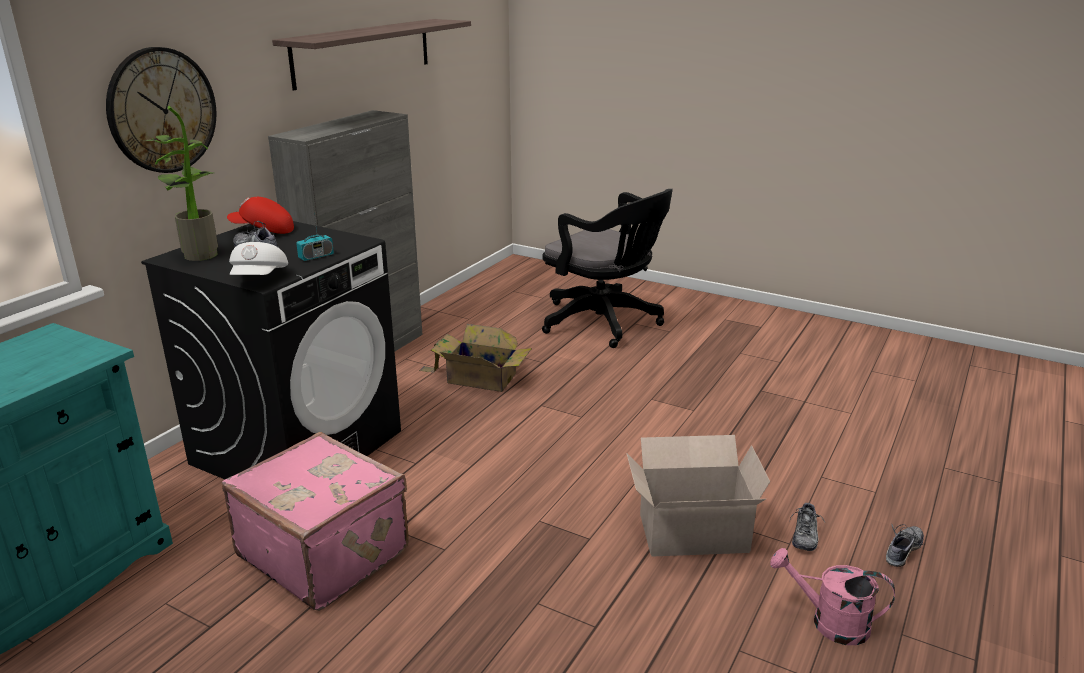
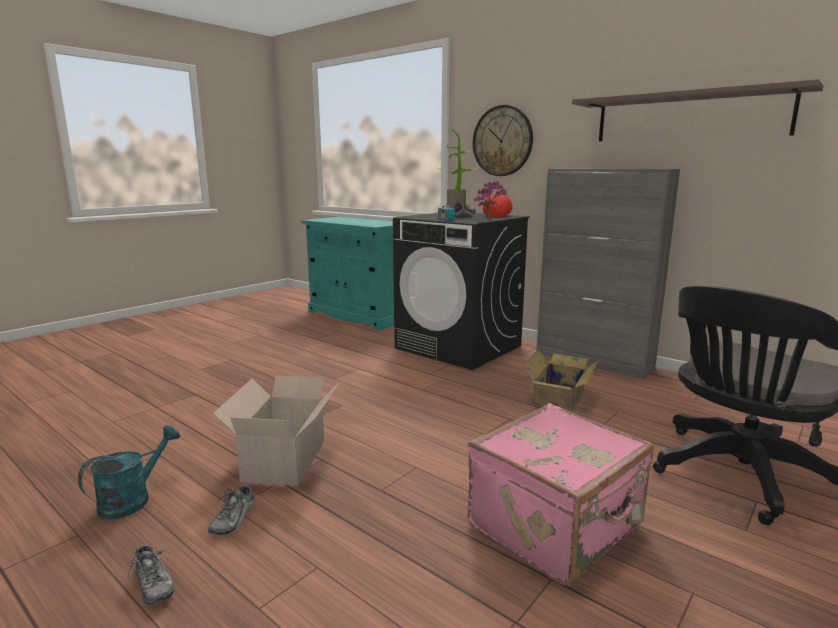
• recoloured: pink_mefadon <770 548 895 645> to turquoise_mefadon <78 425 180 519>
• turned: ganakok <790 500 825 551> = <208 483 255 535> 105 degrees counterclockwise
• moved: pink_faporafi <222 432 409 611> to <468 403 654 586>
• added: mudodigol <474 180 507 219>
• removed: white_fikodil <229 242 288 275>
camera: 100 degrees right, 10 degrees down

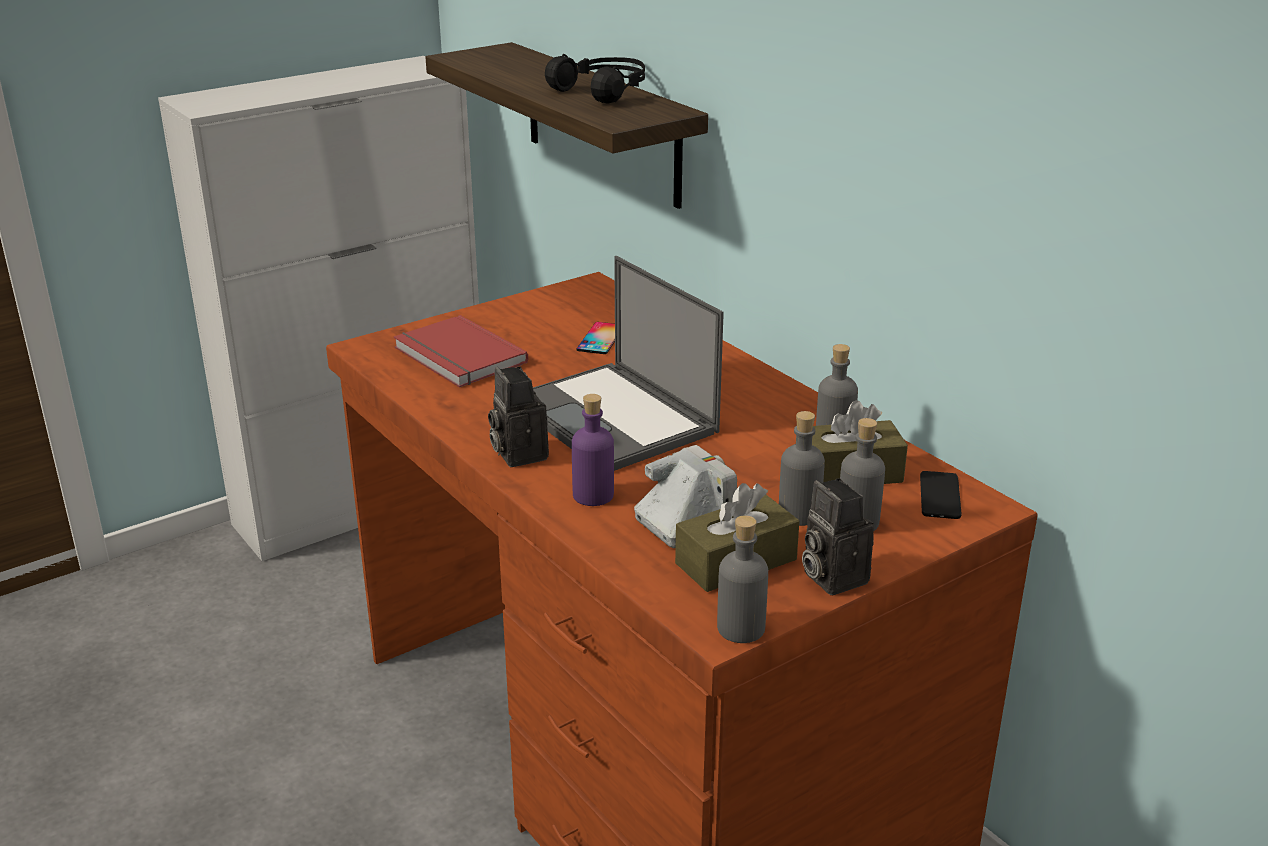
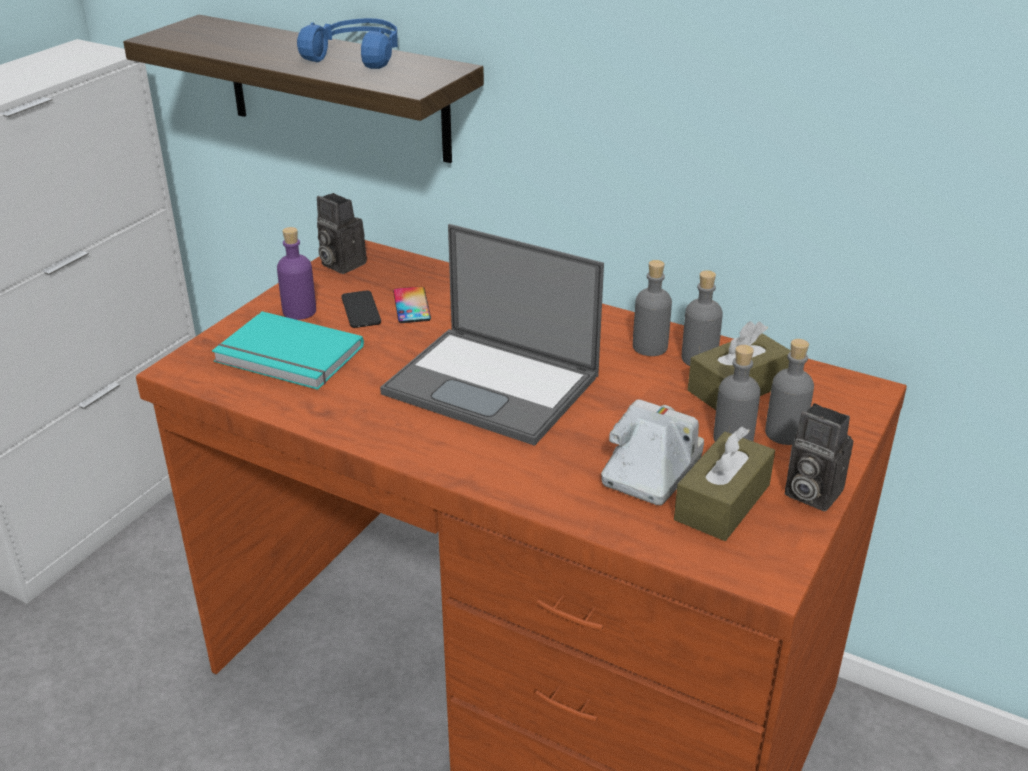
• recoloured: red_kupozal <394 315 528 387> to turquoise_kupozal <212 311 364 390>
• moved: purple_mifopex <572 394 614 506> to <277 227 316 320>
• recoloured: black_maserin <545 54 645 103> to blue_maserin <297 18 398 69>
• moved: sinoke <488 367 549 467> to <317 193 367 274>
• moved: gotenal <920 471 962 519> to <341 290 381 328>
• moved: grey_mifopex <717 515 768 643> to <633 260 672 356>
camera: 25 degrees left, 5 degrees up

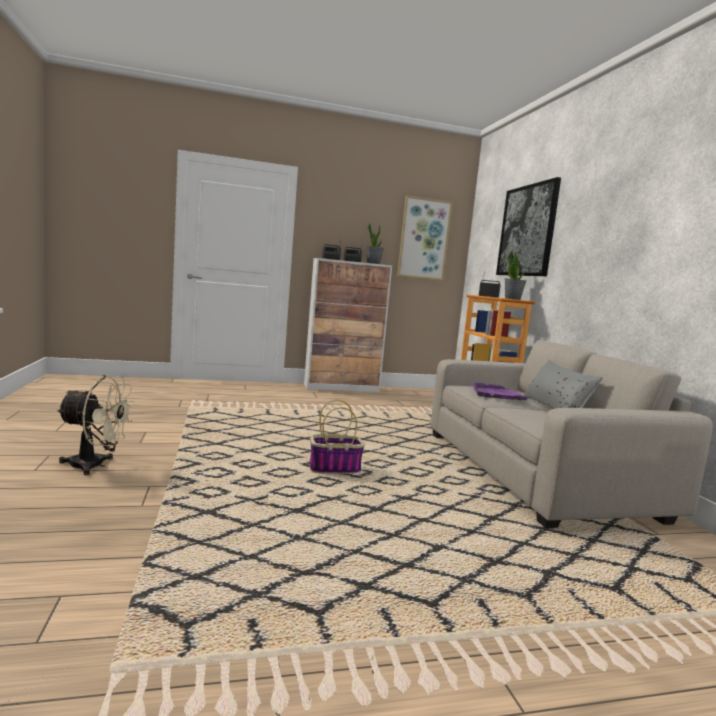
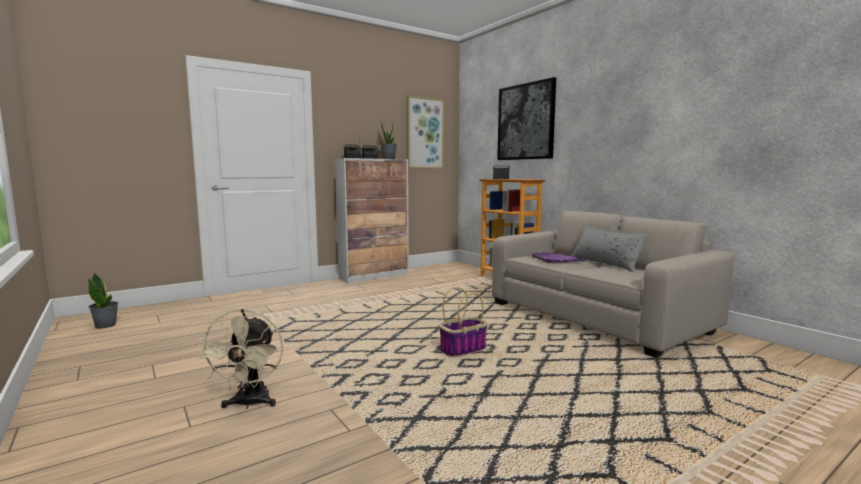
• moved: mudodigol <505 251 526 300> to <88 273 118 329>
• turned: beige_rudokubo <56 375 135 475> = <197 309 283 409> 105 degrees clockwise
camera: 20 degrees left, 0 degrees up

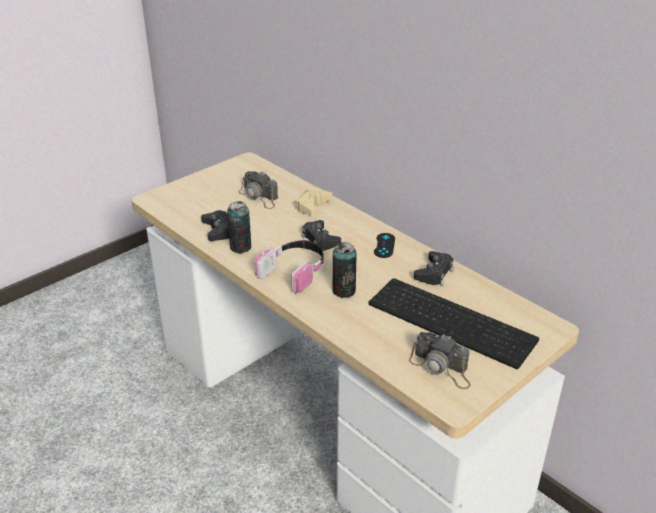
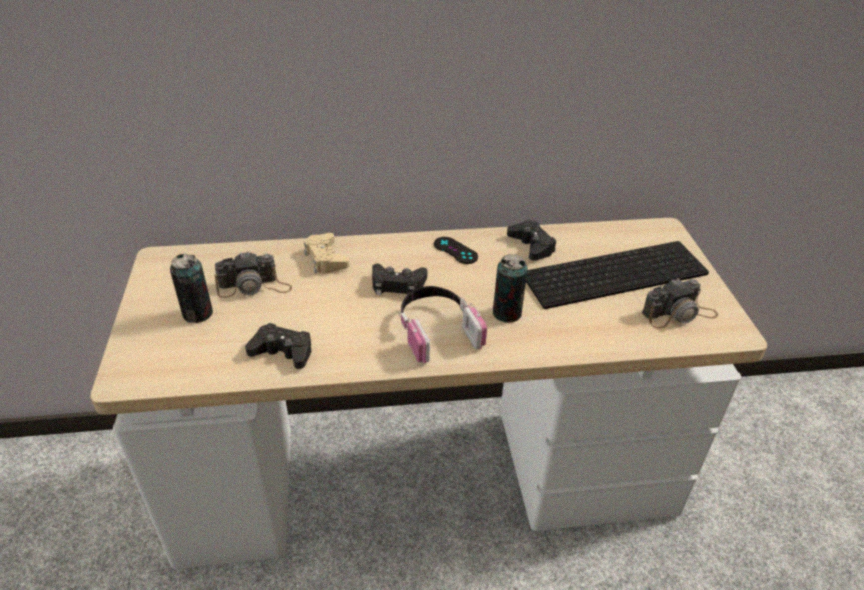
• moved: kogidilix <227 201 251 253> to <170 253 213 323>
camera: 55 degrees left, 5 degrees up

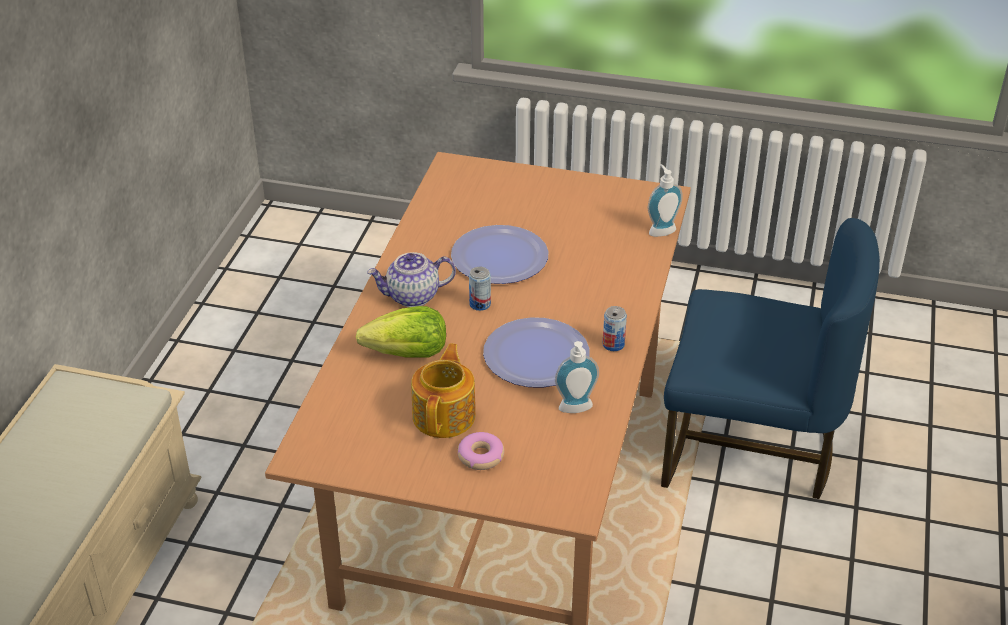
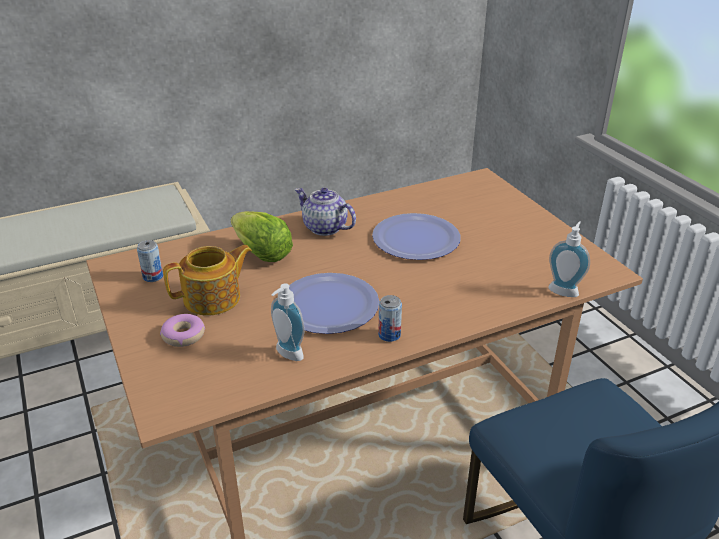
• moved: kogidilix <469 267 491 311> to <137 240 163 282>
camera: 50 degrees right, 5 degrees down

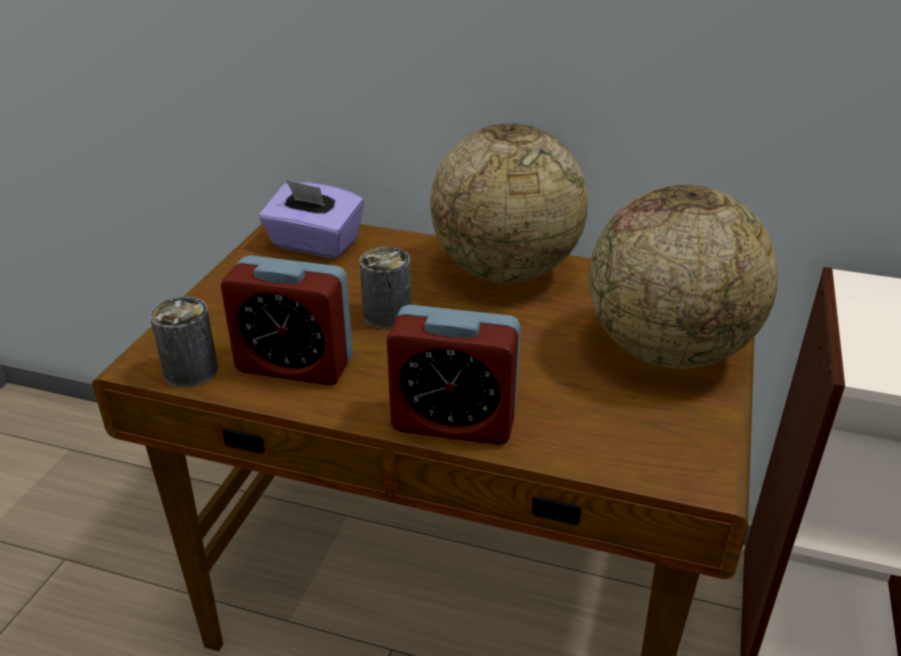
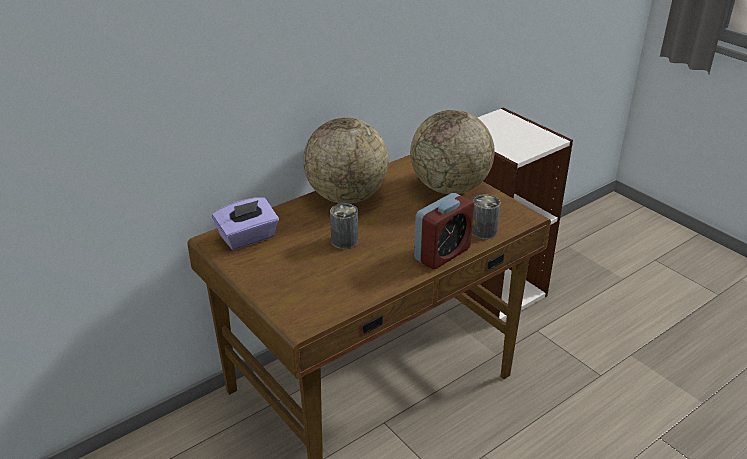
• moved: kogidilix <150 297 218 388> to <472 195 501 239>
• removed: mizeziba <221 255 353 385>
camera: 55 degrees left, 0 degrees up

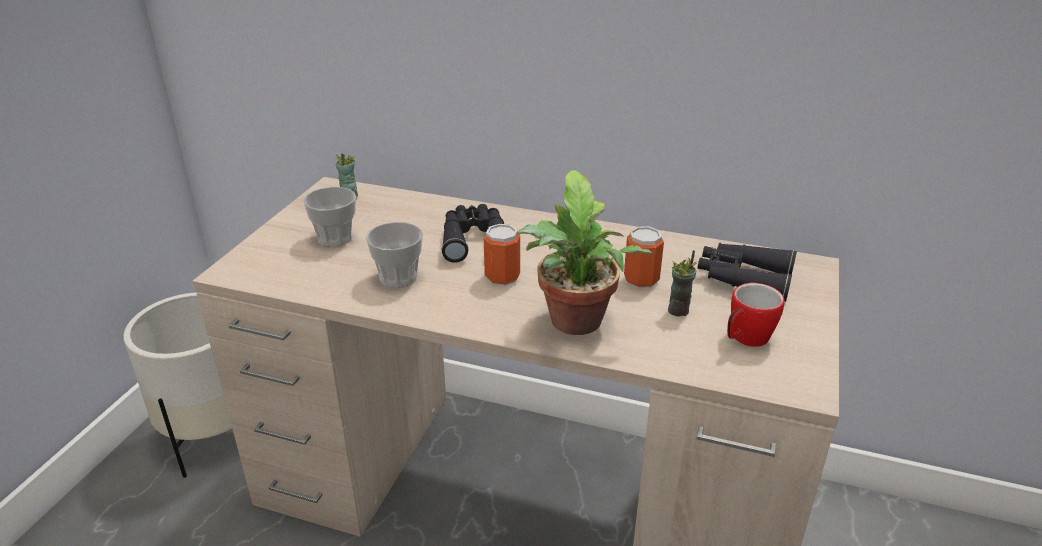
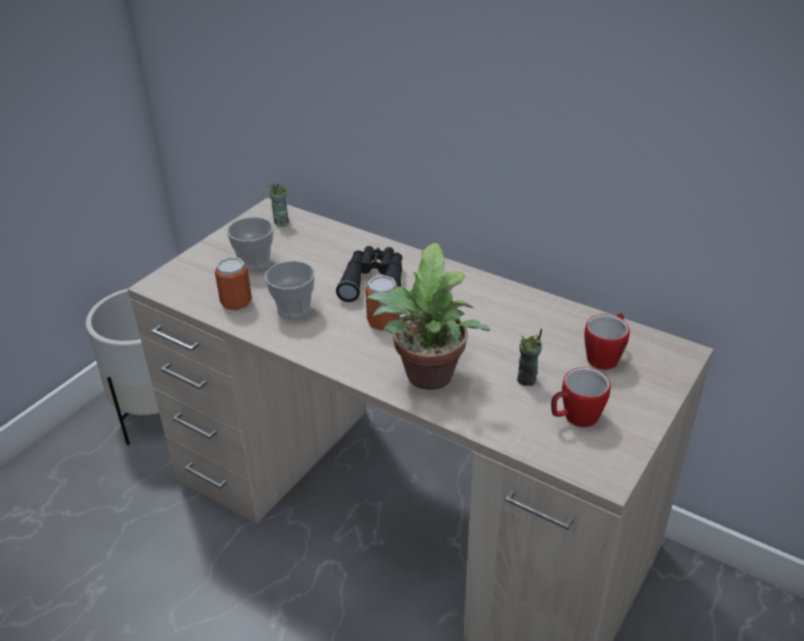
• moved: kogidilix <624 226 664 288> to <215 257 252 311>
• replaced: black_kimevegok <698 243 797 302> to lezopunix <584 313 630 370>
camera: 15 degrees right, 5 degrees up

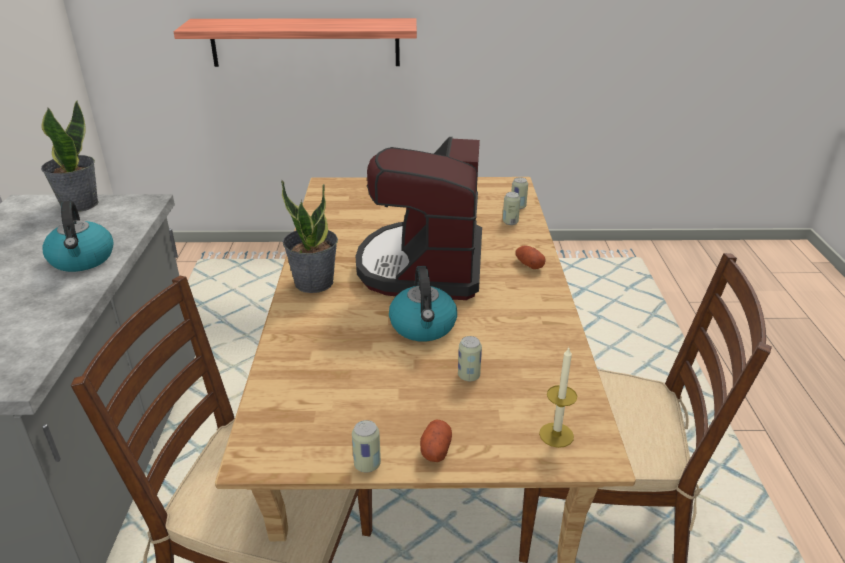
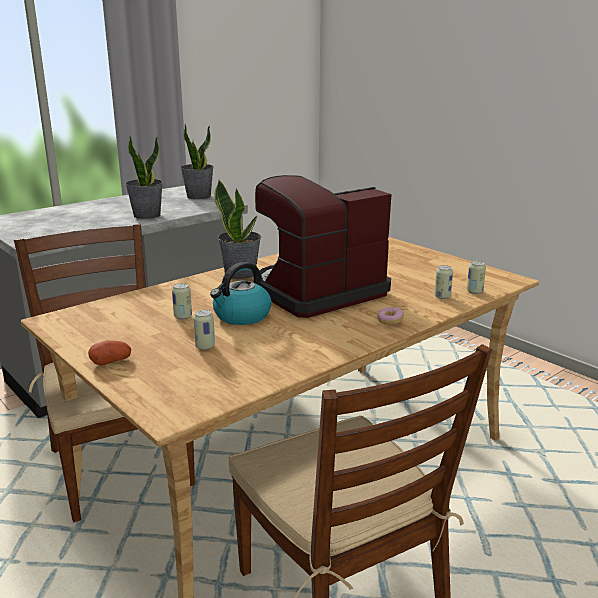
• replaced: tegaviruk <42 201 114 272> to mudodigol <125 136 163 219>
• moved: kogidilix <352 420 381 472> to <172 283 192 320>
• replaced: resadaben <516 245 545 269> to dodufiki <377 307 404 325>
• removed: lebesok <174 18 417 67>
• removed: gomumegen <539 348 577 448>
camera: 50 degrees right, 10 degrees down

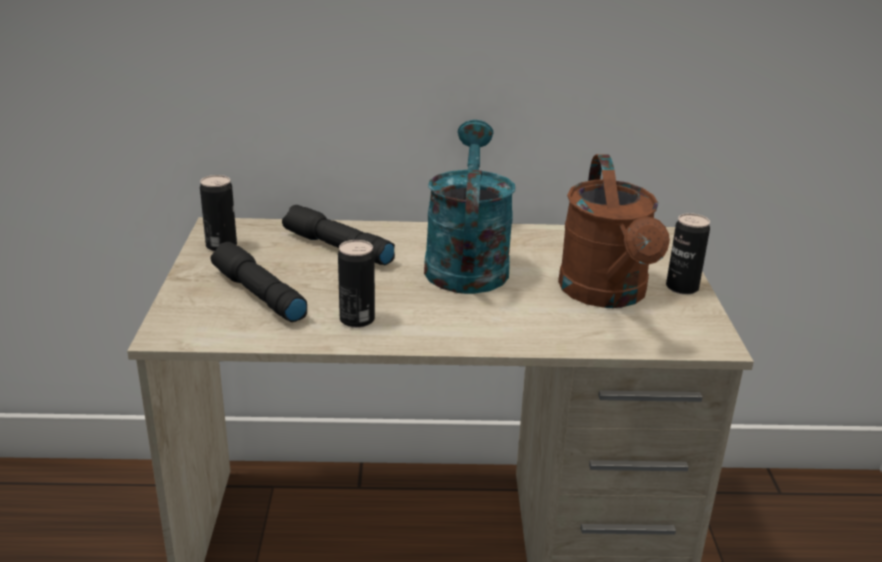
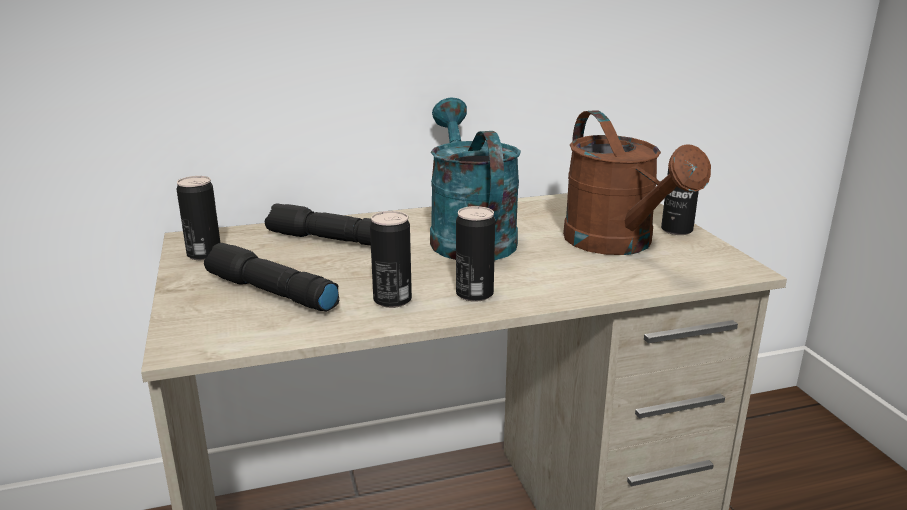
• added: kogidilix <456 206 495 302>
camera: 15 degrees left, 5 degrees down

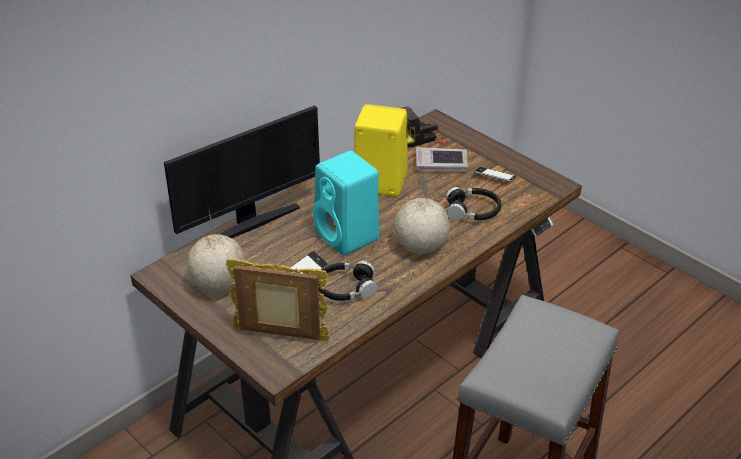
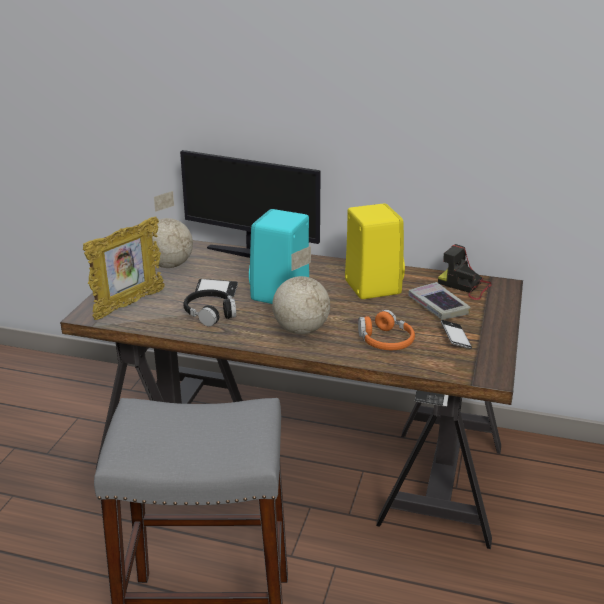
• turned: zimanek <226 259 330 341> = <83 216 165 320> 60 degrees clockwise
• recoloured: black_maserin <446 187 501 221> to orange_maserin <358 310 415 350>
camera: 60 degrees right, 10 degrees down

